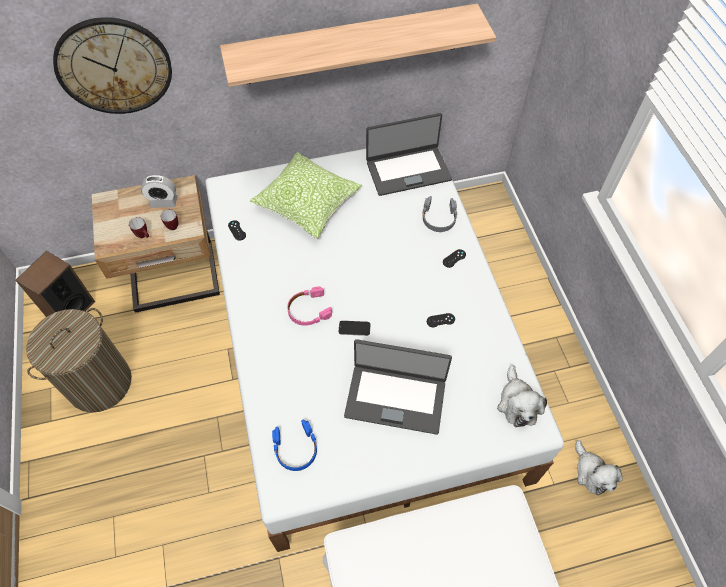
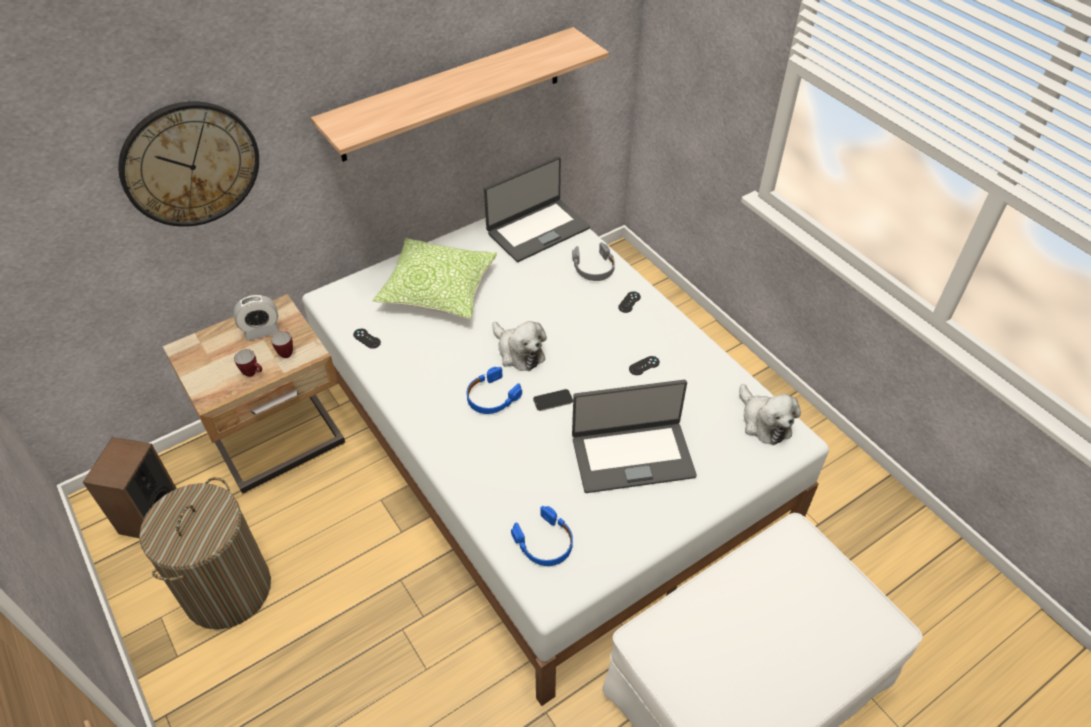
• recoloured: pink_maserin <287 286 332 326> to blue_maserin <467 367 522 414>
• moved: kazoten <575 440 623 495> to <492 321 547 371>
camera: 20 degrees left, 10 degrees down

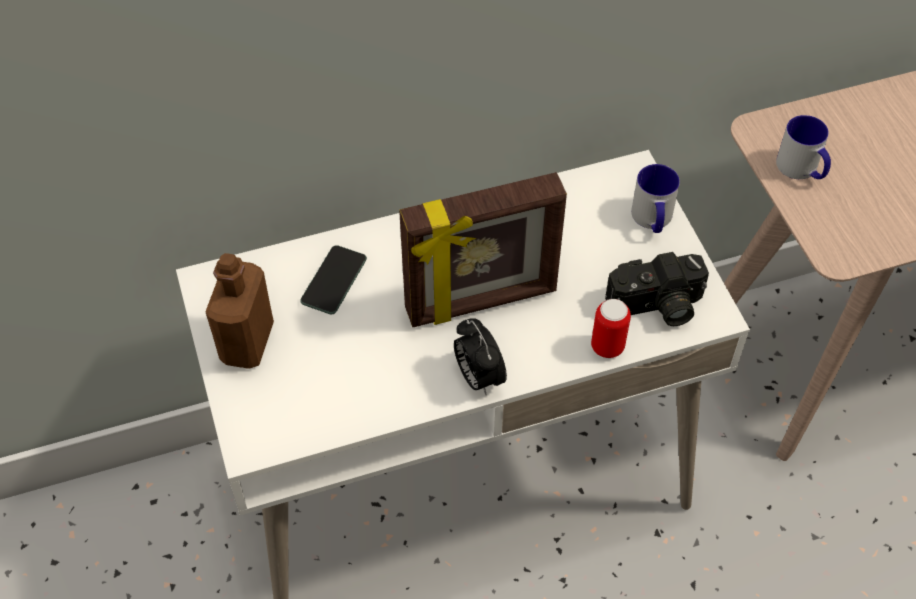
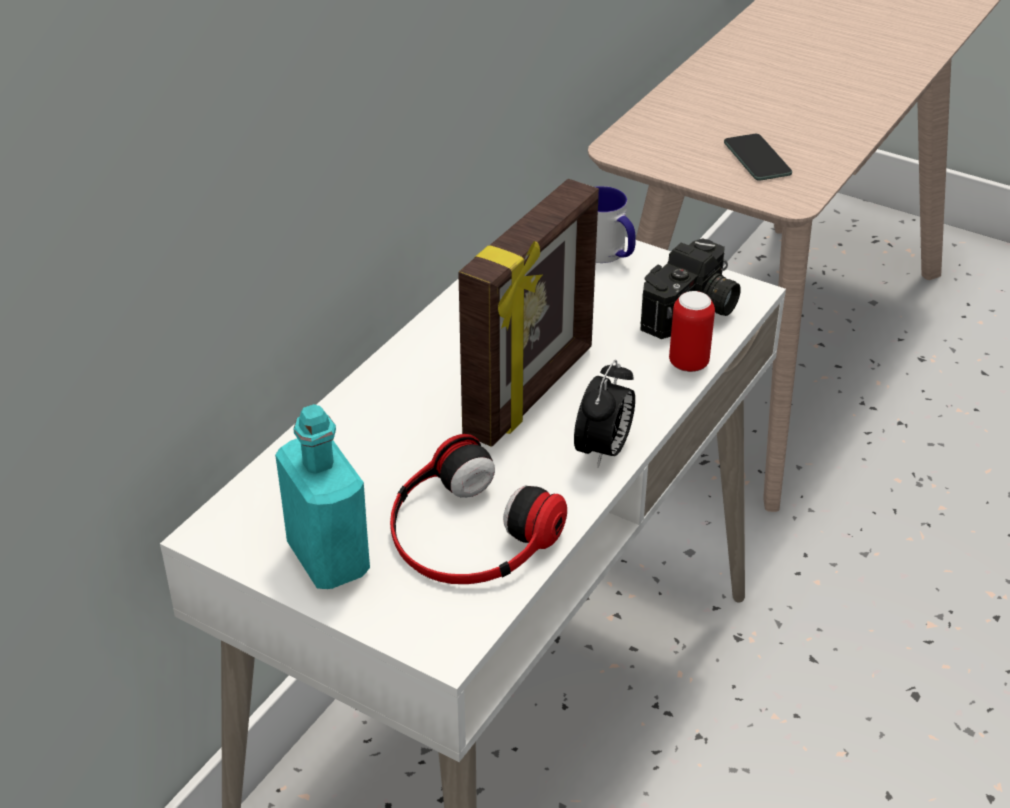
• recoloured: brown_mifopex <205 253 274 369> to turquoise_mifopex <275 404 370 589>
• added: maserin <390 434 567 584>
• turned: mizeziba <454 319 507 395> = <574 360 635 468> 90 degrees counterclockwise
• moved: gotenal <300 245 367 314> to <724 134 792 181>
• removed: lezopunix <776 115 831 179>
camera: 40 degrees left, 15 degrees down

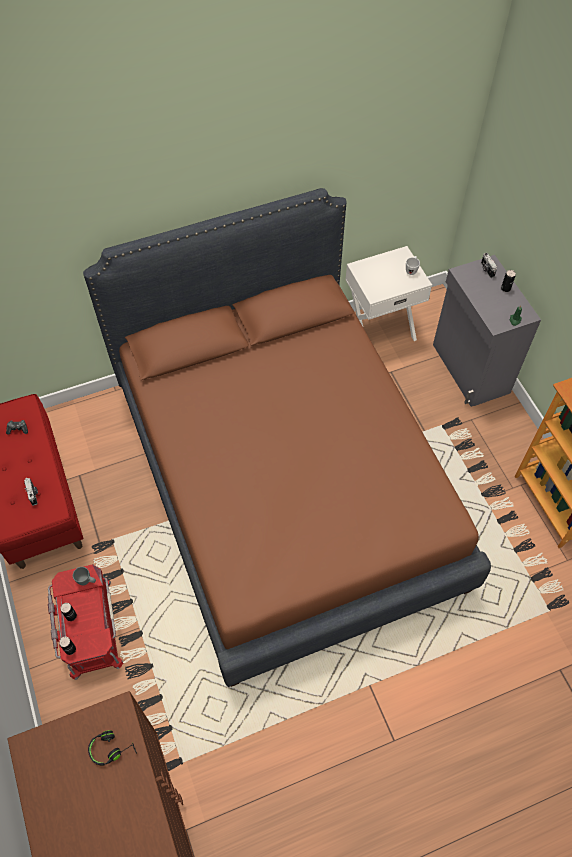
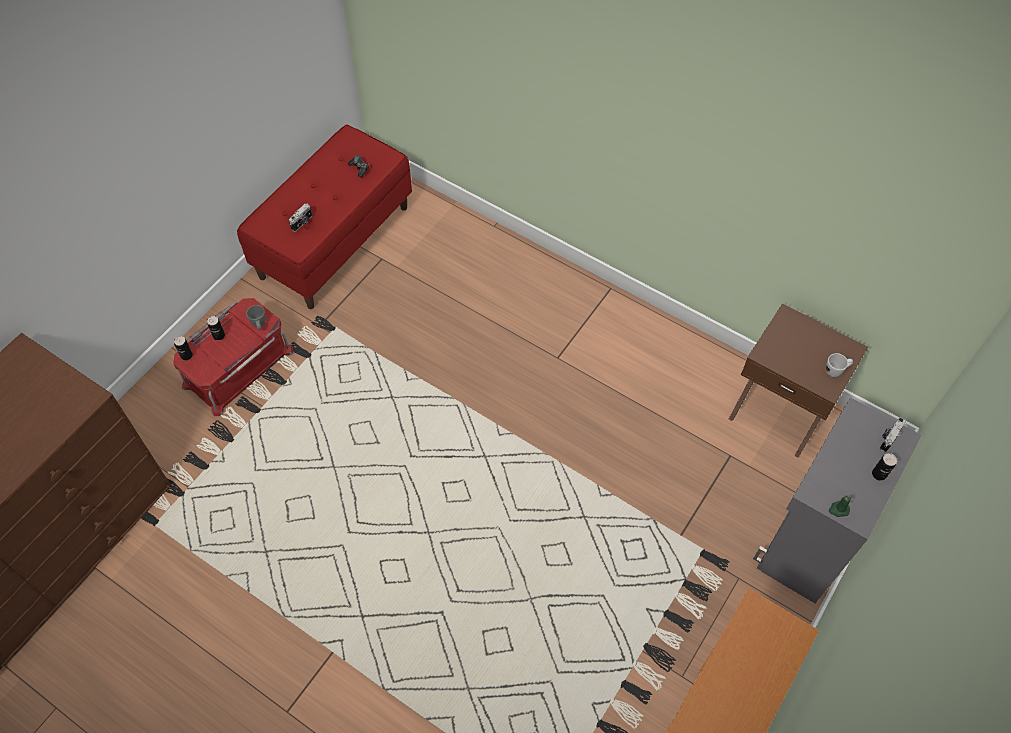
• recoloured: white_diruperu <345 246 432 341> to brown_diruperu <729 303 868 458>
• removed: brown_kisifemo <83 188 491 687>
• removed: black_maserin <88 730 137 765>
camera: 55 degrees right, 0 degrees up

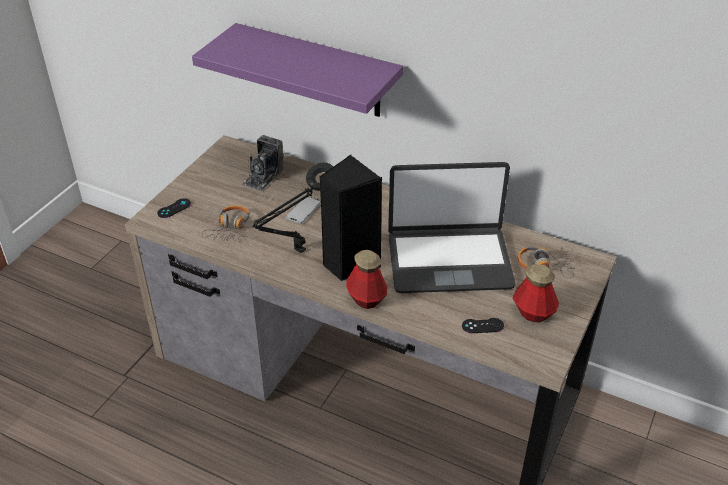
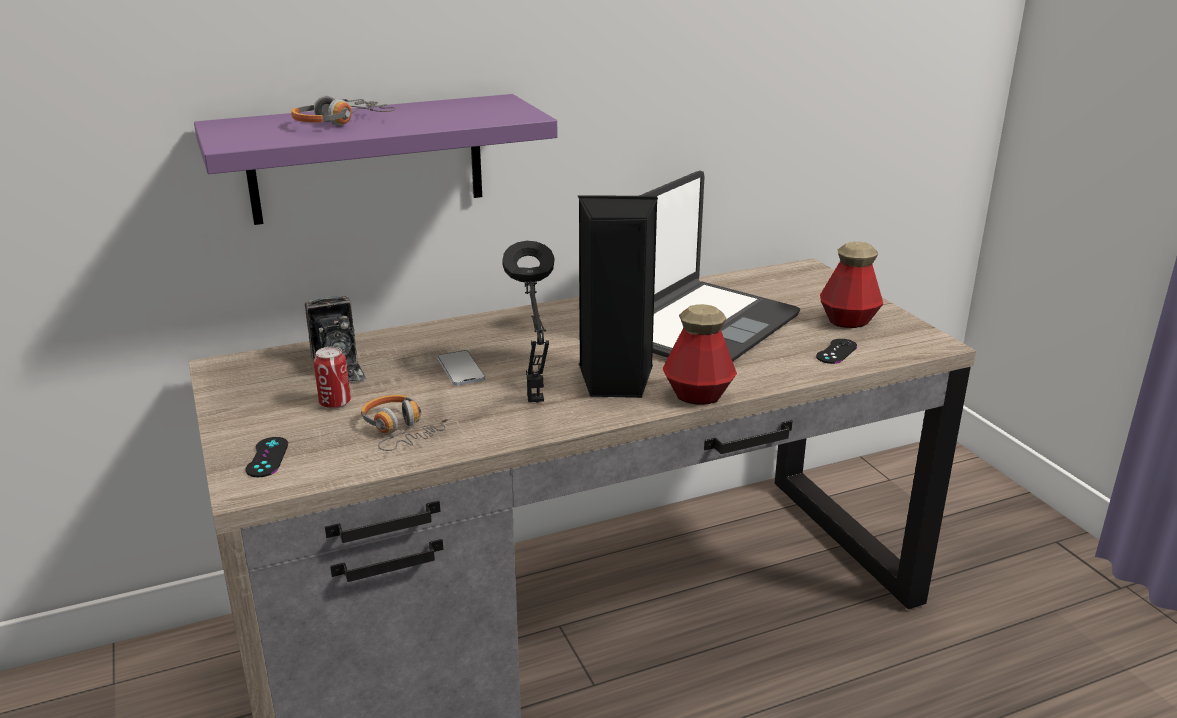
• moved: maserin <518 246 575 278> to <291 96 396 126>
• added: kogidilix <314 347 351 409>
camera: 50 degrees left, 15 degrees down

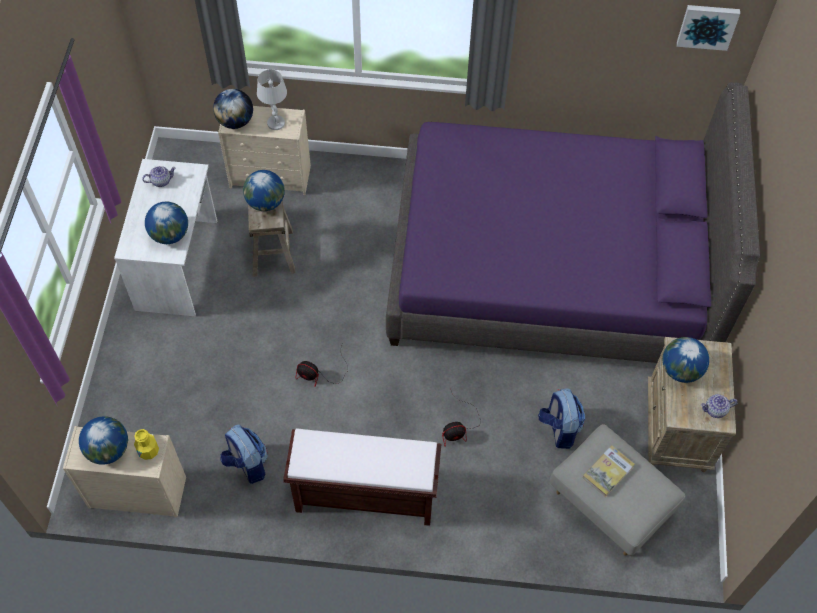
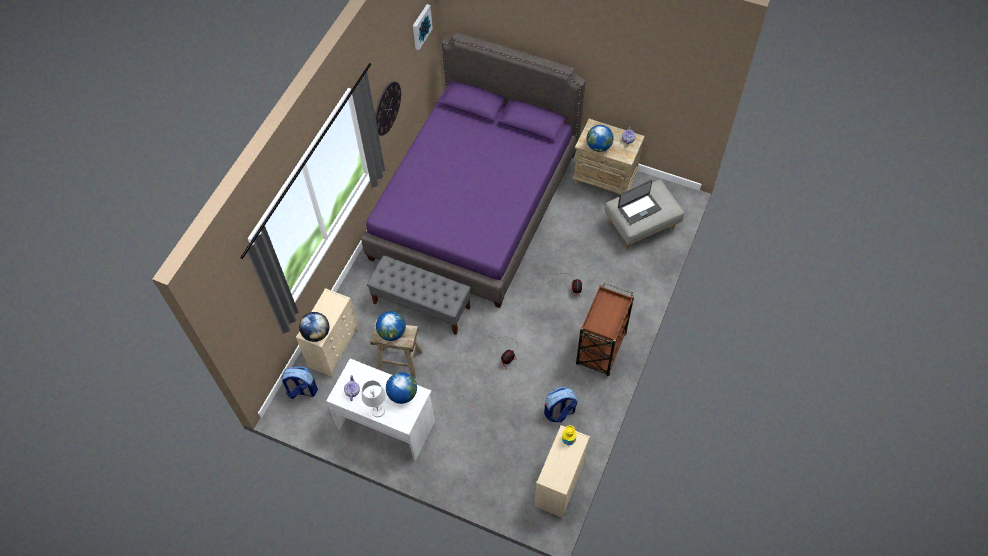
• moved: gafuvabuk <538 388 585 449> to <281 366 318 399>
• moved: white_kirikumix <257 69 287 130> to <362 380 386 417>
• added: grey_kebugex <367 255 471 335>
• added: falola <375 82 401 136>
• replaced: brown_kebugex <283 428 441 526> to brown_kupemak <576 282 634 376>
• replaced: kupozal <583 445 635 497> to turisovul <618 180 662 225>
• removed: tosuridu <79 416 128 465>
camera: 70 degrees left, 0 degrees up

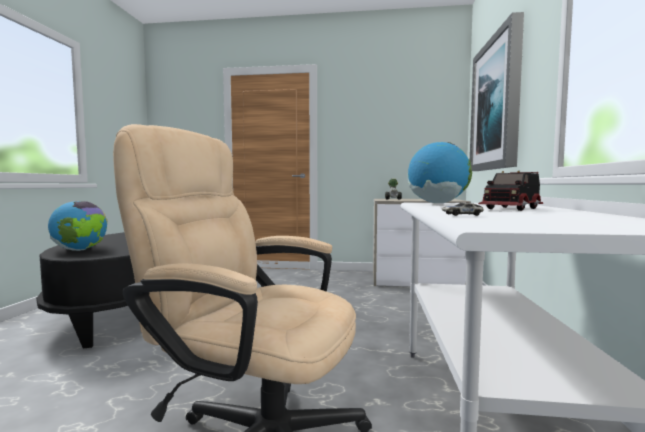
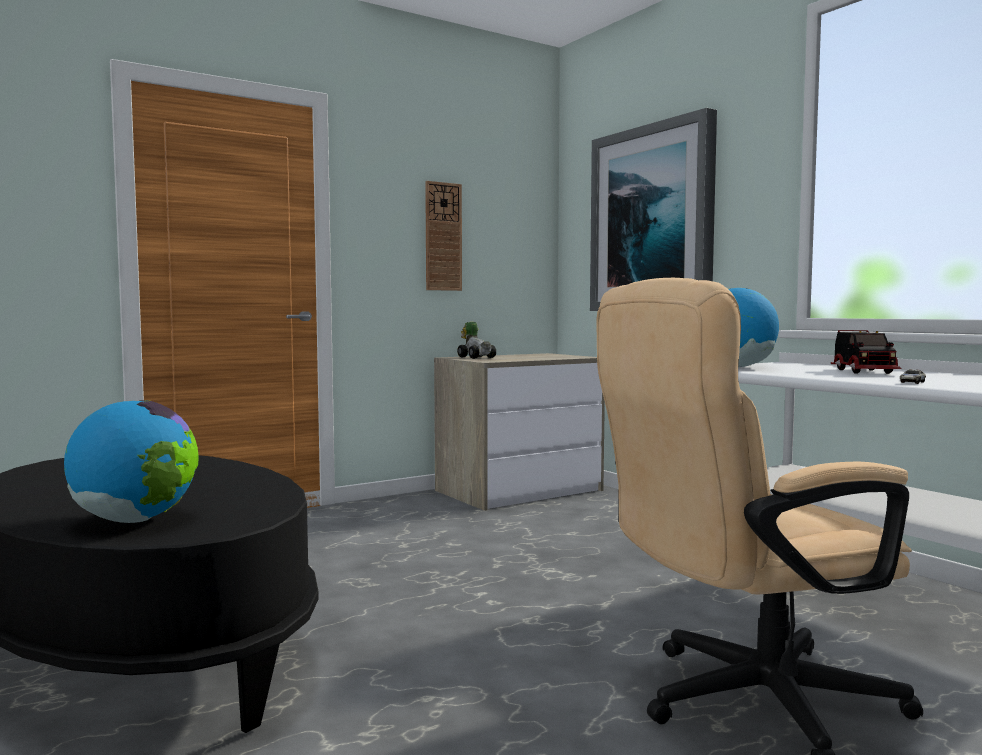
• added: falola <425 181 462 291>
camera: 40 degrees left, 0 degrees up

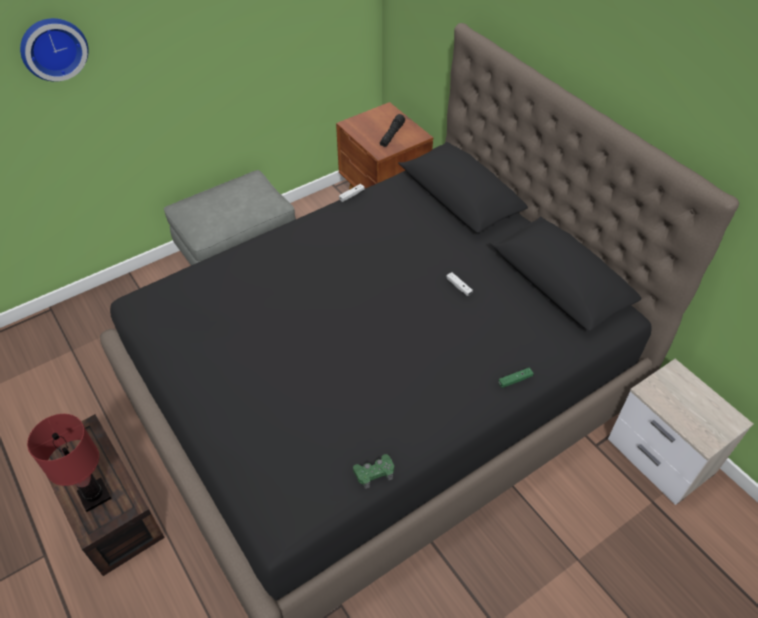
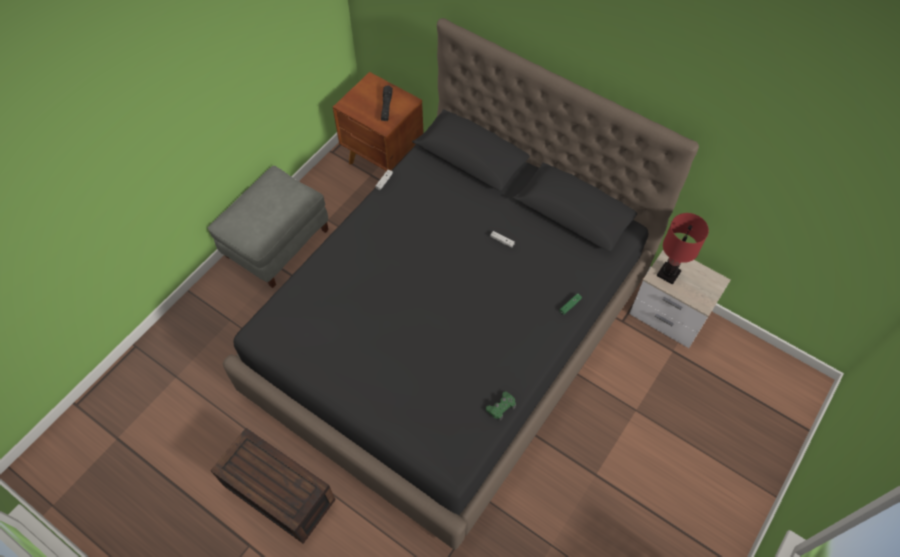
• moved: red_kirikumix <27 414 112 512> to <657 213 709 285>
• removed: falola <20 18 89 82>
camera: 20 degrees left, 10 degrees up

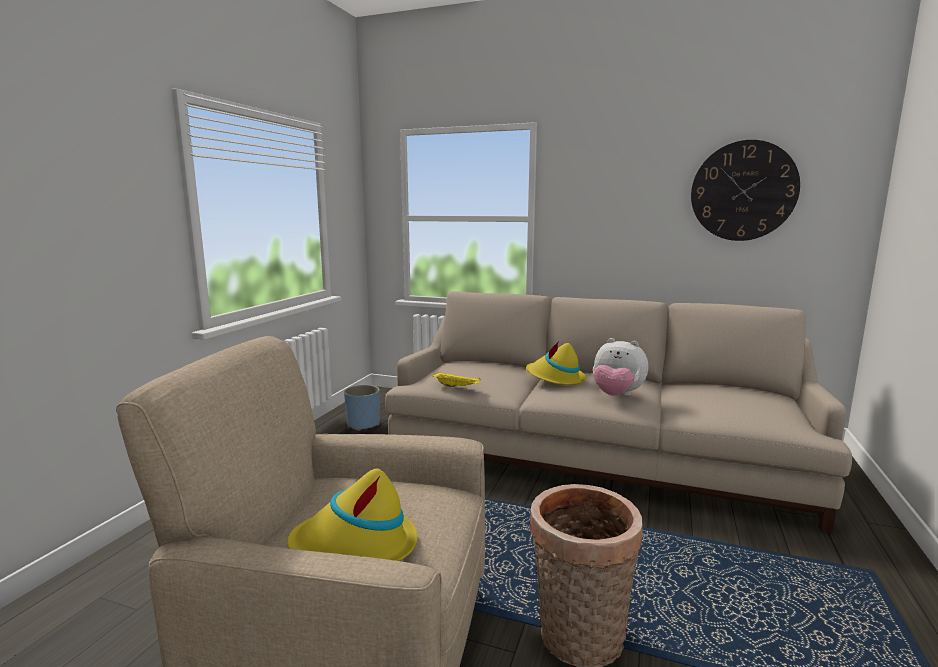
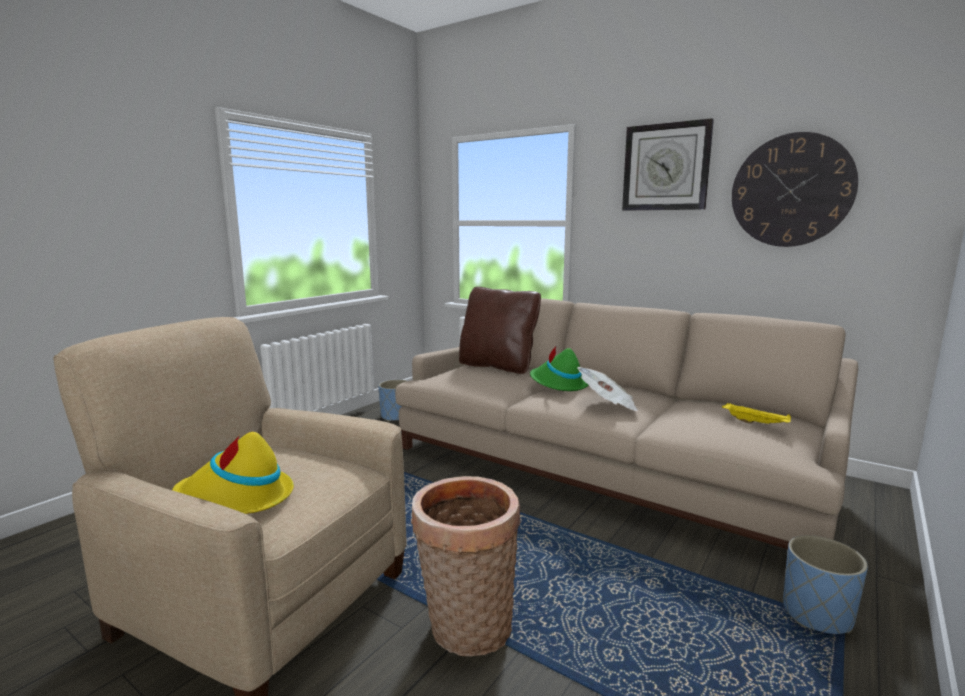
• added: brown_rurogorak <459 287 541 374>
• recoloured: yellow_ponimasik <526 342 586 385> to green_ponimasik <530 345 589 391>
• replaced: kazoten <593 338 648 396> to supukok <577 367 638 411>
• added: falola <622 118 714 211>
• moved: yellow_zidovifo <432 372 481 388> to <722 403 791 424>
• added: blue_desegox <783 535 868 634>
camera: 15 degrees right, 0 degrees up

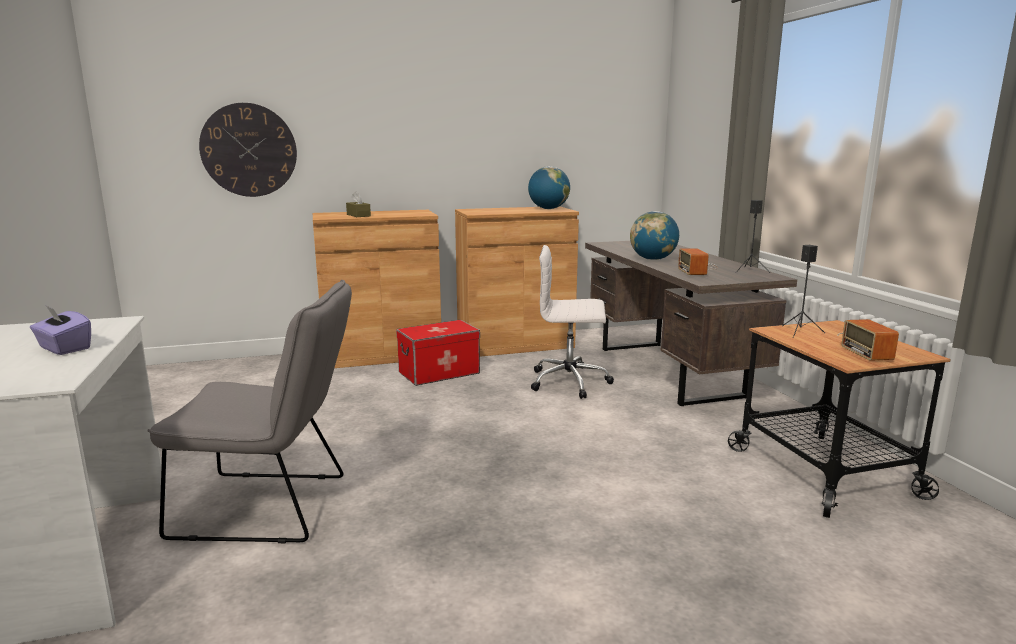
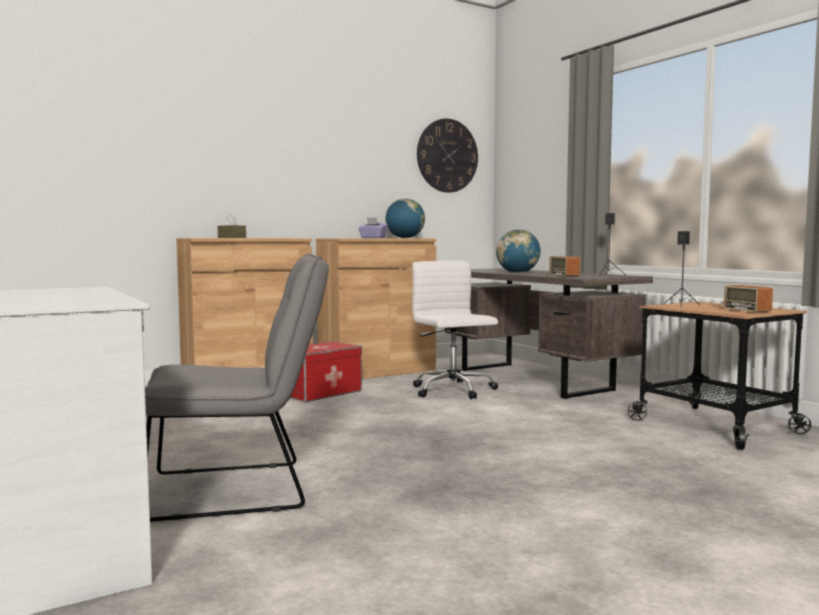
• moved: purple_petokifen <30 306 91 355> to <358 218 388 238>
• turned: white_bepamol <531 245 614 399> = <412 261 498 399> 75 degrees clockwise
• moved: falola <199 103 297 197> to <417 119 478 193>
camera: 15 degrees left, 10 degrees down

